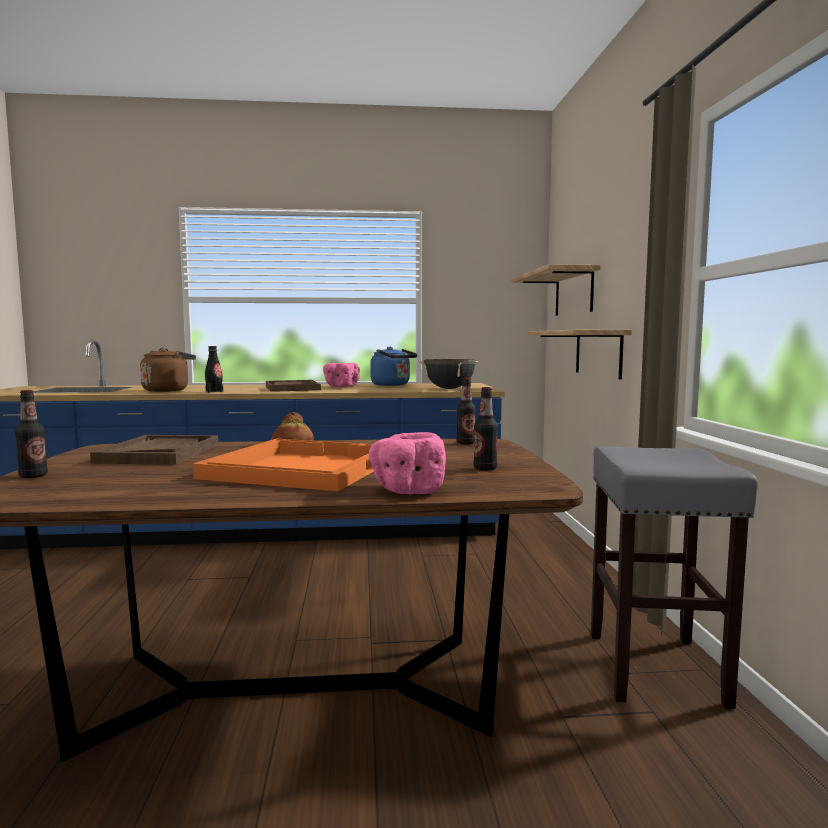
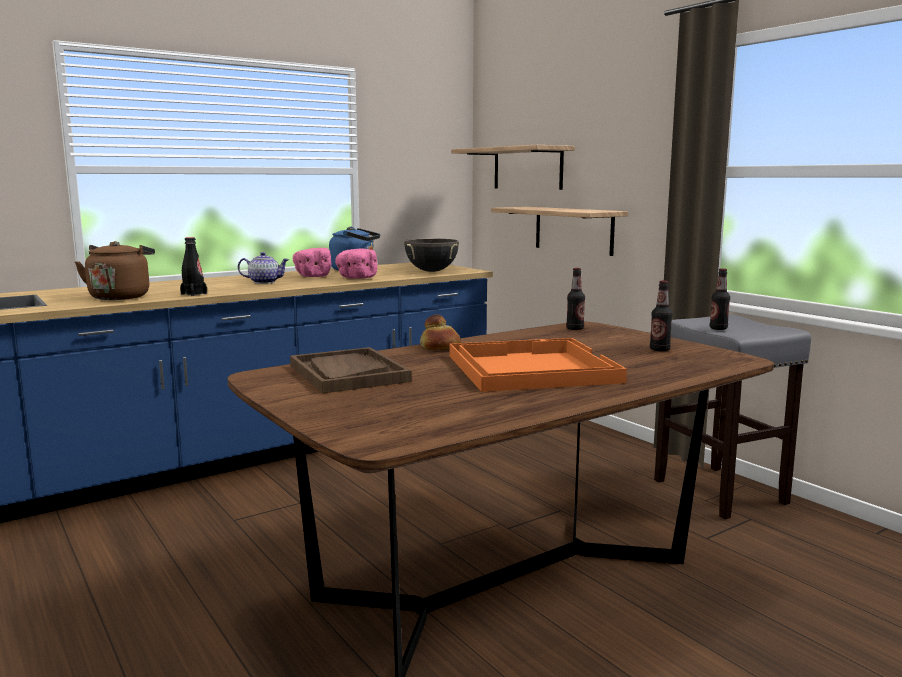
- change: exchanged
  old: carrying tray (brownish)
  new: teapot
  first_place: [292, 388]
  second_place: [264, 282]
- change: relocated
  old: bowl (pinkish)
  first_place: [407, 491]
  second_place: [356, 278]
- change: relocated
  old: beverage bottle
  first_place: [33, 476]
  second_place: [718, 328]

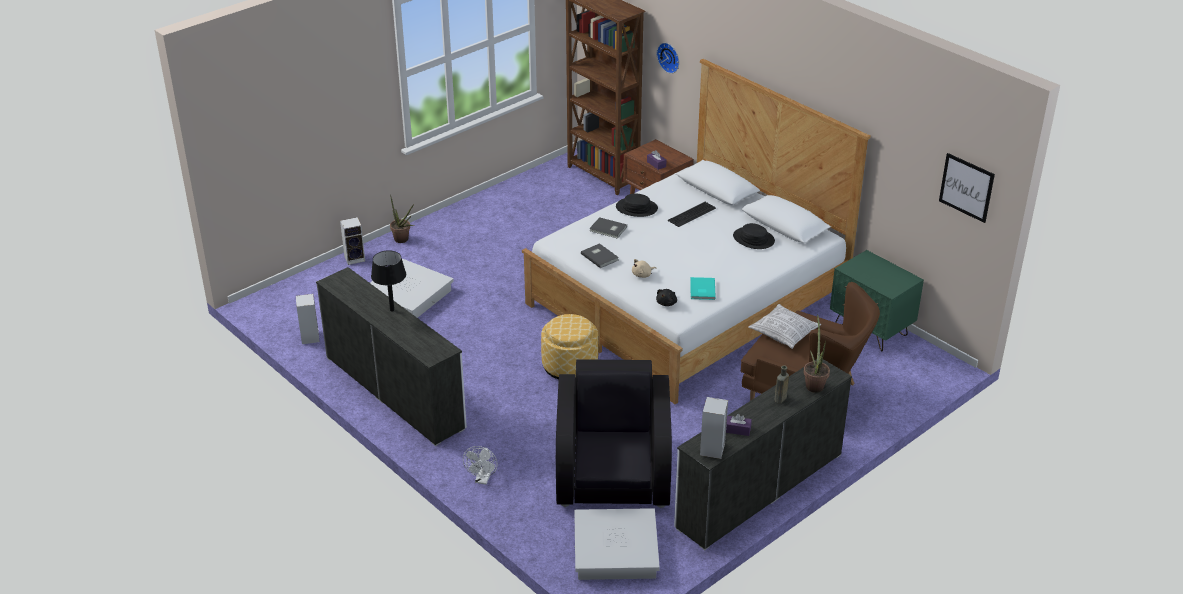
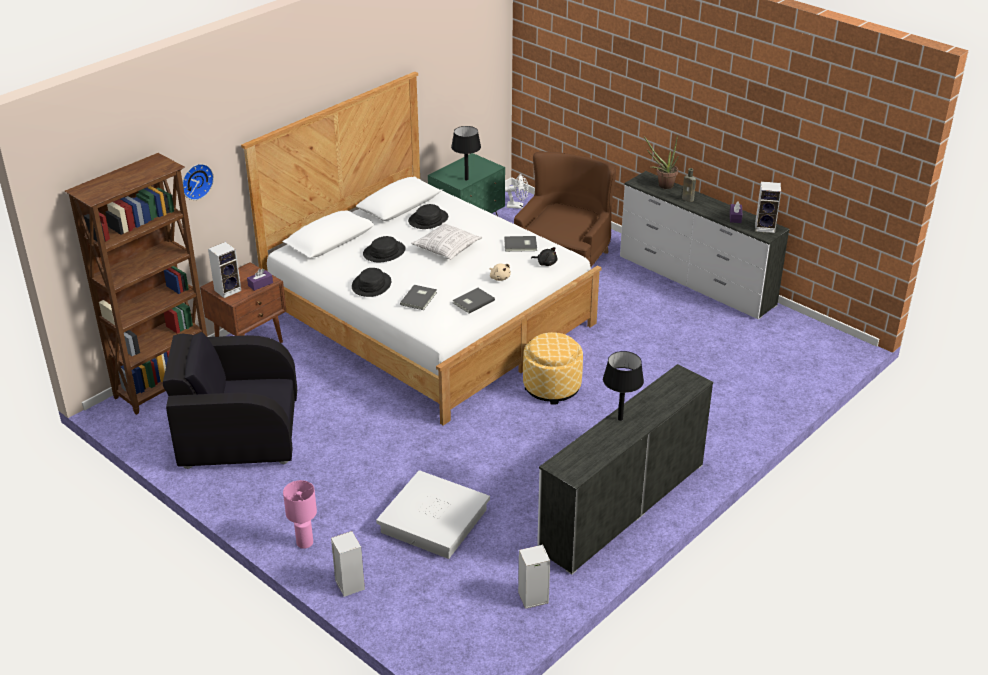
- change: relocated
  old: lounge chair (blackish)
  first_place: [613, 471]
  second_place: [239, 433]
- change: appeared
  new: speaker
  second_place: [228, 290]
- change: exchanged
  old: plant in a pot
  new: lamp for a table (pinkish)
  first_place: [403, 240]
  second_place: [305, 543]
- change: exchanged
  old: computer keyboard
  new: wearable hat (blackish)
  first_place: [692, 215]
  second_place: [384, 252]
- change: relocated
  old: cushion
  first_place: [784, 333]
  second_place: [447, 248]
- change: appeared
  new: lamp for a table (blackish)
  second_place: [466, 179]
- change: colour
  old: volume (turquoise-coloured)
  new: volume (gray)
  first_place: [701, 290]
  second_place: [521, 245]
- change: relocated
  old: cooling fan (white)
  first_place: [482, 479]
  second_place: [517, 206]
- change: missing
  old: storage box (white)
  first_place: [615, 550]
- change: missing
  old: wall art
  first_place: [966, 187]

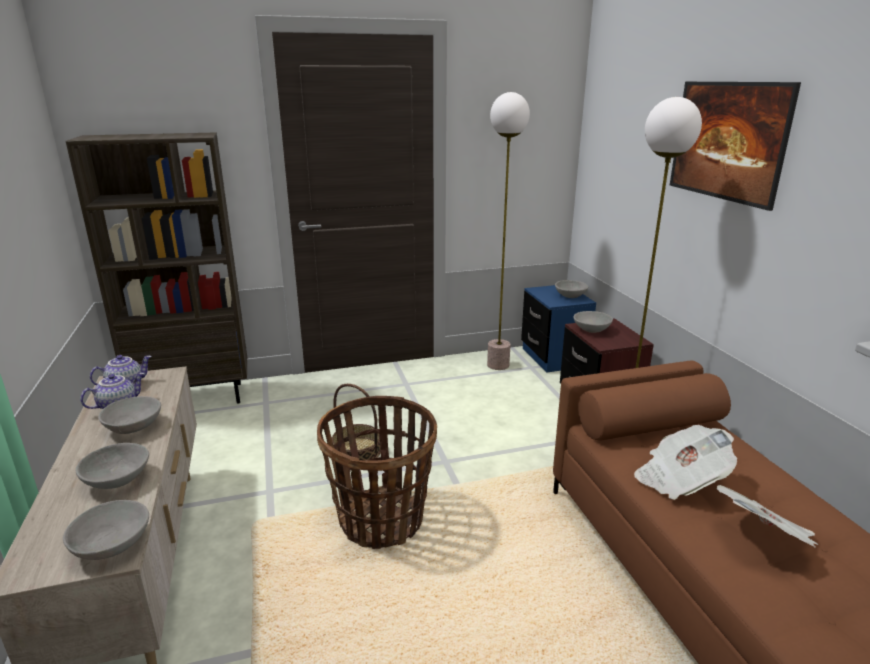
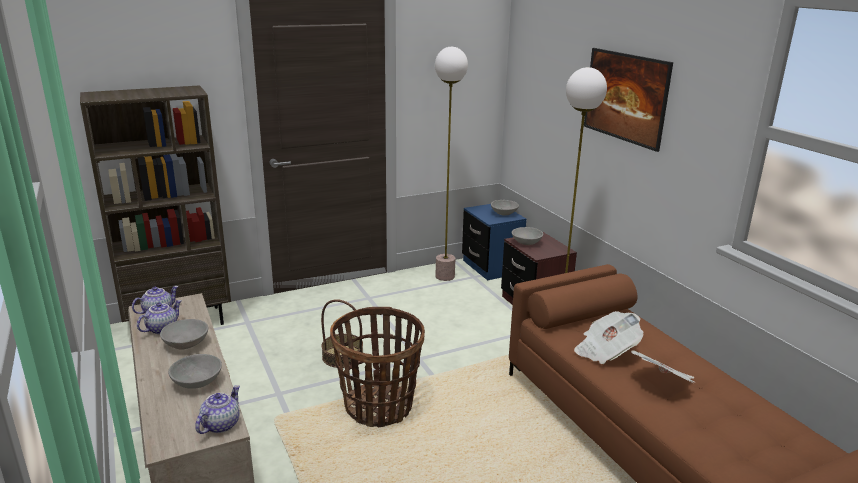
- change: exchanged
  old: bowl (gray)
  new: teapot
  first_place: [111, 546]
  second_place: [220, 424]

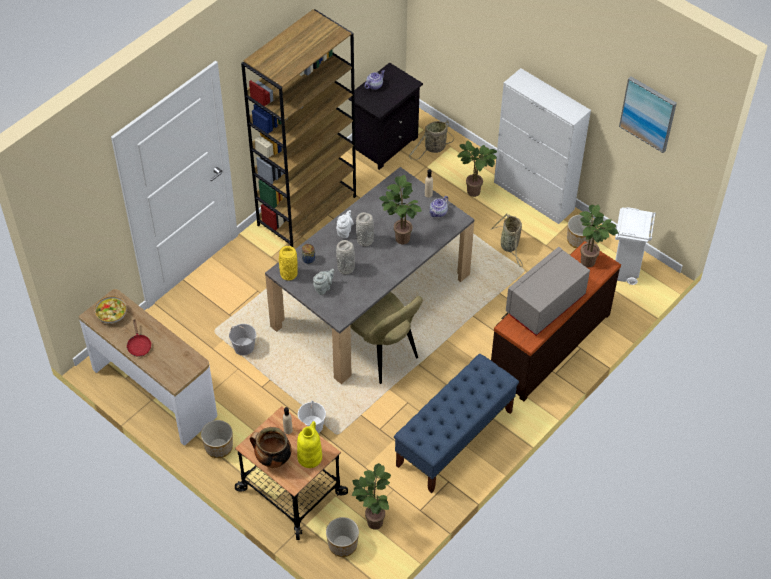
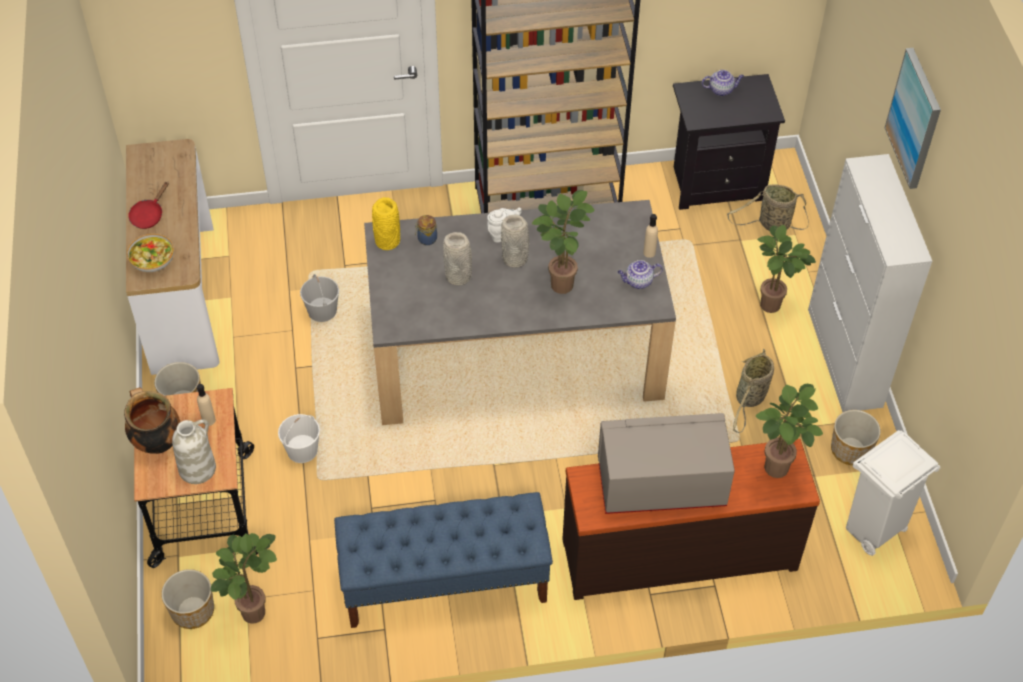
- change: relocated
  old: bowl
  first_place: [111, 314]
  second_place: [153, 260]
- change: colour
  old: decorative vase (yellowish)
  new: decorative vase (white)
  first_place: [309, 457]
  second_place: [198, 468]
- change: relocated
  old: wall art
  first_place: [648, 113]
  second_place: [915, 118]
- change: missing
  old: teapot (gray)
  first_place: [323, 288]
- change: missing
  old: chair (sand-coloured)
  first_place: [381, 353]

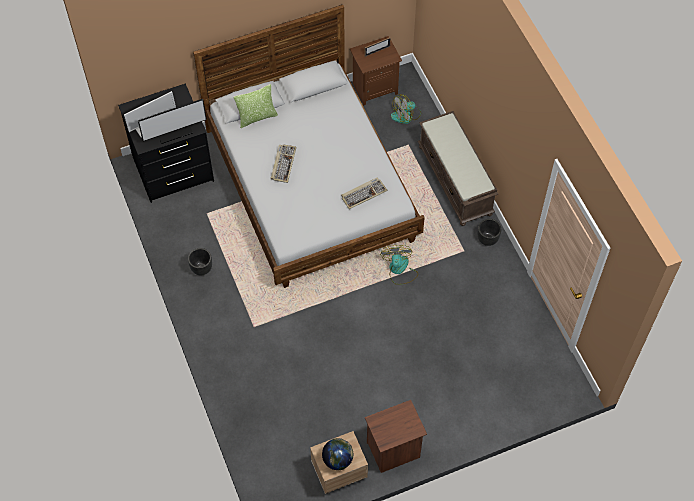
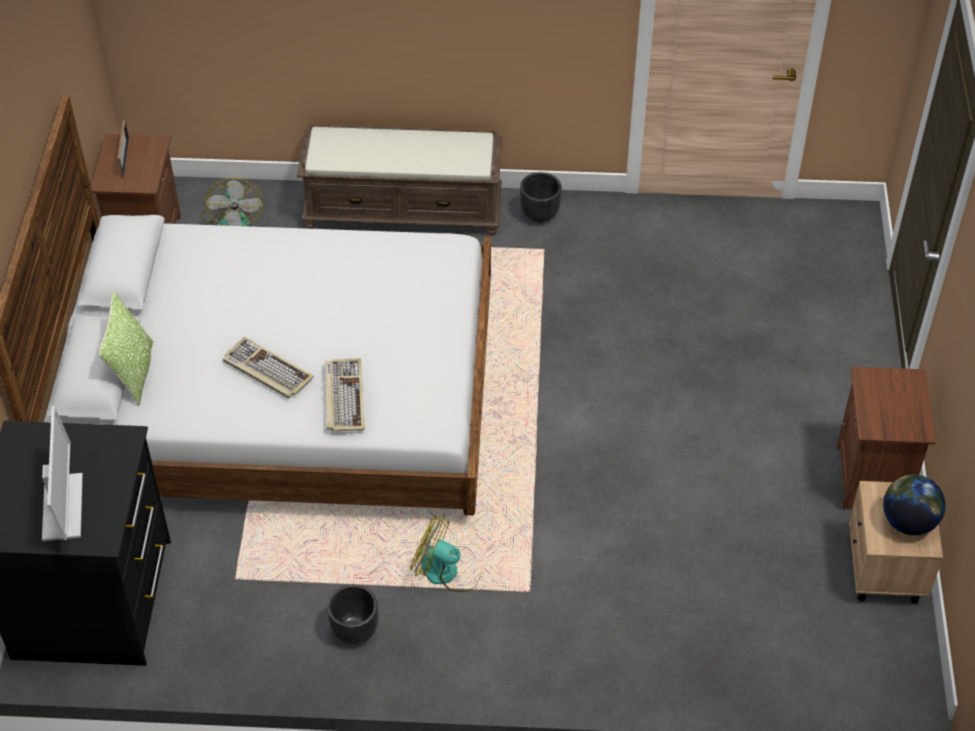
- change: relocated
  old: computer keyboard
  first_place: [363, 194]
  second_place: [343, 396]
- change: relocated
  old: cooling fan
  first_place: [399, 270]
  second_place: [448, 570]
- change: missing
  old: monitor
  first_place: [174, 132]

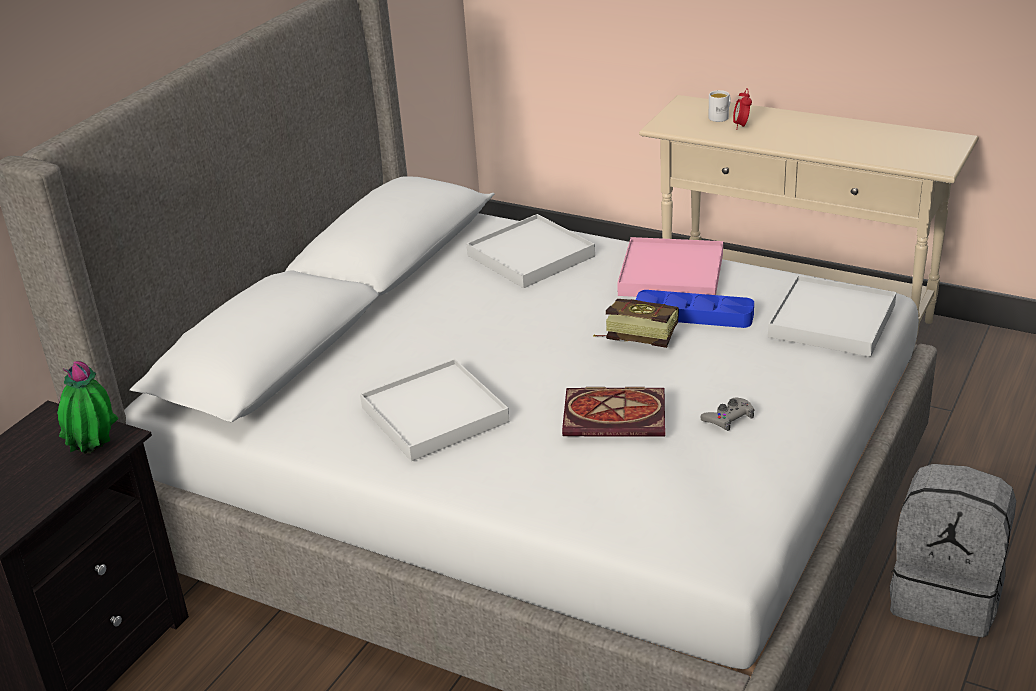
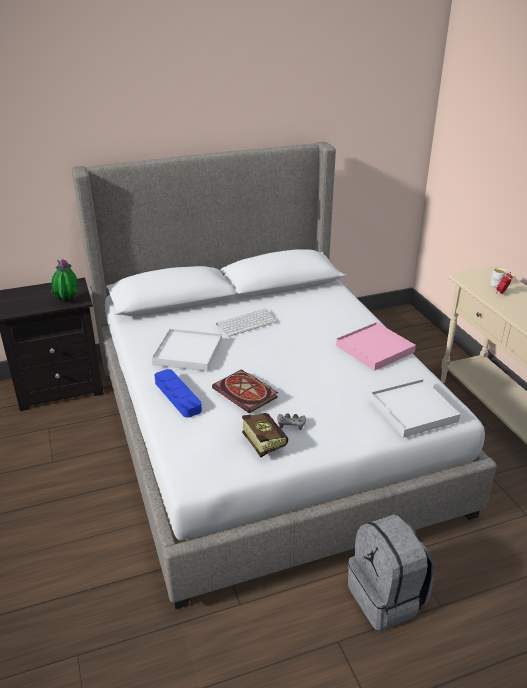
- change: relocated
  old: carrying tray (bluish)
  first_place: [694, 315]
  second_place: [177, 396]
- change: appeared
  new: computer keyboard
  second_place: [247, 322]
- change: relocated
  old: volume
  first_place: [634, 336]
  second_place: [261, 440]
- change: missing
  old: carrying tray (white)
  first_place: [531, 256]

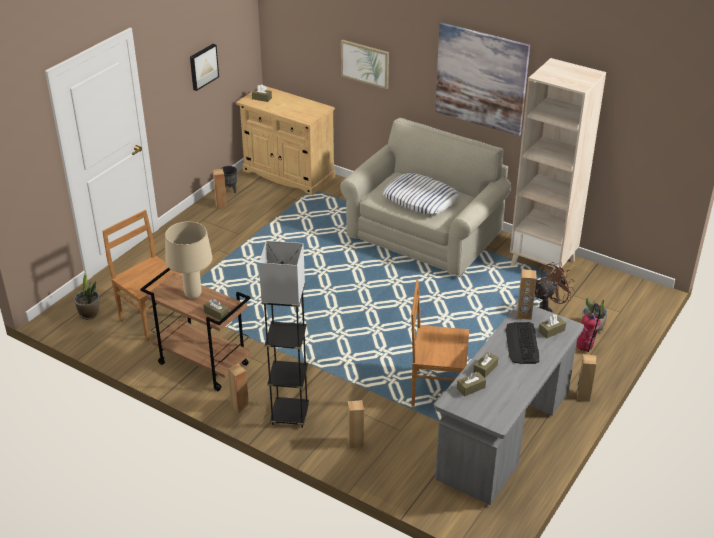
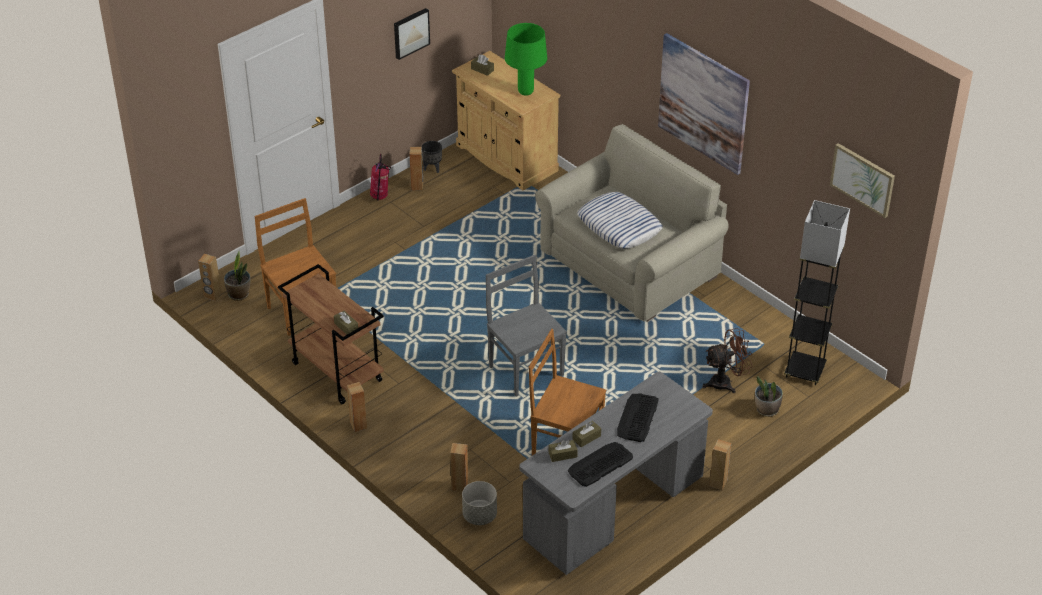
- change: relocated
  old: speaker (brownish)
  first_place: [524, 315]
  second_place: [212, 295]
- change: relocated
  old: fire extinguisher
  first_place: [585, 348]
  second_place: [380, 197]
- change: appeared
  new: flower pot (gray)
  second_place: [479, 515]
- change: appeared
  new: chair (gray)
  second_place: [525, 370]
- change: appeared
  new: lamp for a table (greenish)
  second_place: [525, 92]
- change: appeared
  new: computer keyboard
  second_place: [600, 464]
- change: relocated
  old: floor lamp (gray)
  first_place: [290, 415]
  second_place: [804, 371]
- change: relocated
  old: wall art
  first_place: [365, 63]
  second_place: [862, 179]
- change: missing
  old: lamp for a table (sand-coloured)
  first_place: [192, 295]
- change: missing
  old: bookcase (sand-coloured)
  first_place: [543, 262]
- change: missing
  old: tissue box (brownish)
  first_place: [551, 331]

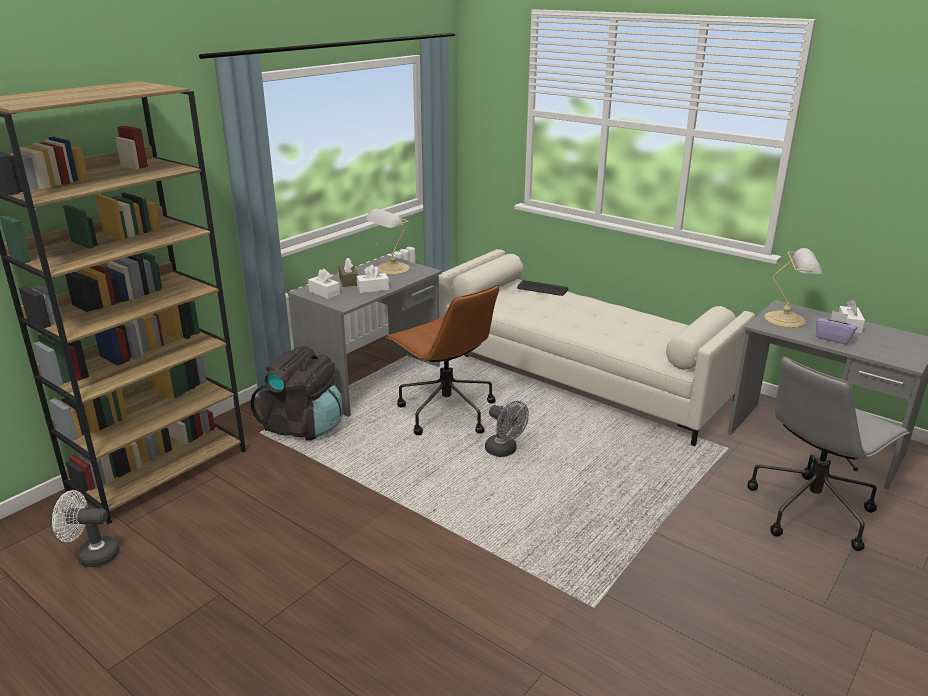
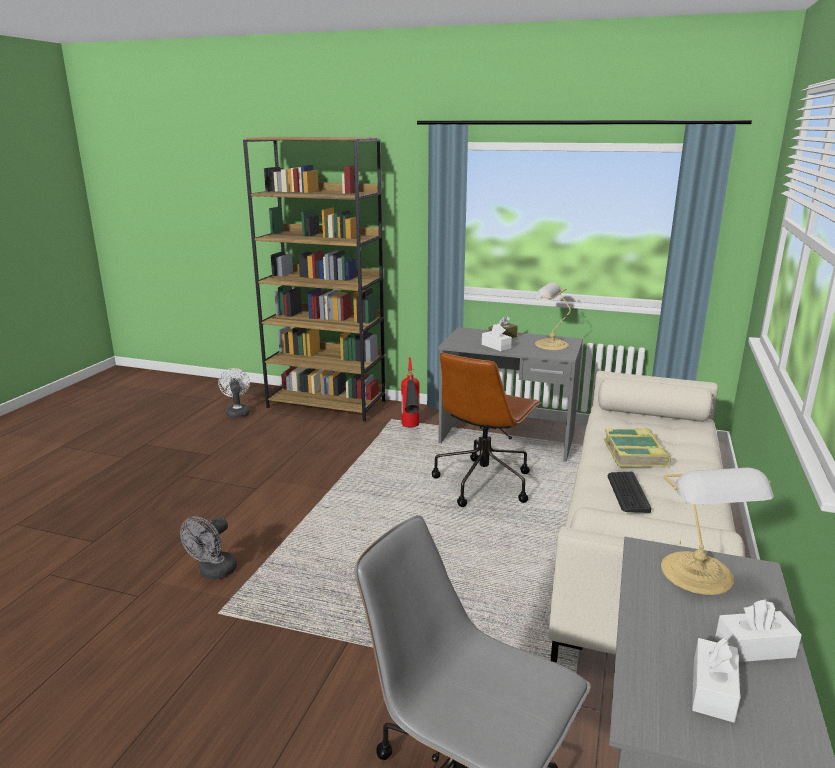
- change: relocated
  old: cooling fan (gray)
  first_place: [505, 451]
  second_place: [213, 573]
- change: exchanged
  old: rucksack (blackish)
  new: fire extinguisher
  first_place: [303, 426]
  second_place: [411, 431]
- change: appeared
  new: volume
  second_place: [635, 453]
- change: relocated
  old: computer keyboard
  first_place: [542, 289]
  second_place: [627, 492]
- change: relocated
  old: tissue box (white)
  first_place: [324, 293]
  second_place: [713, 690]
- change: missing
  old: tissue box (purplish)
  first_place: [833, 338]

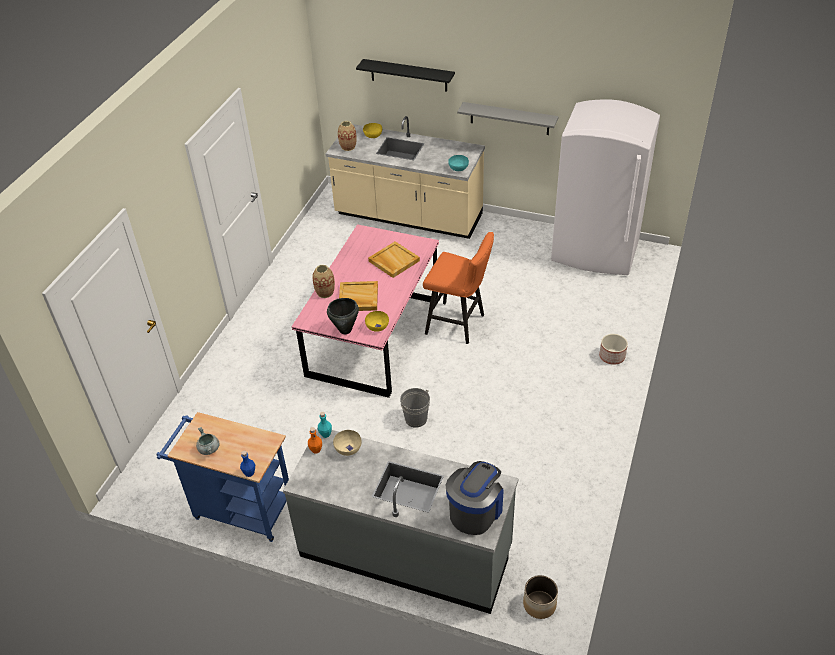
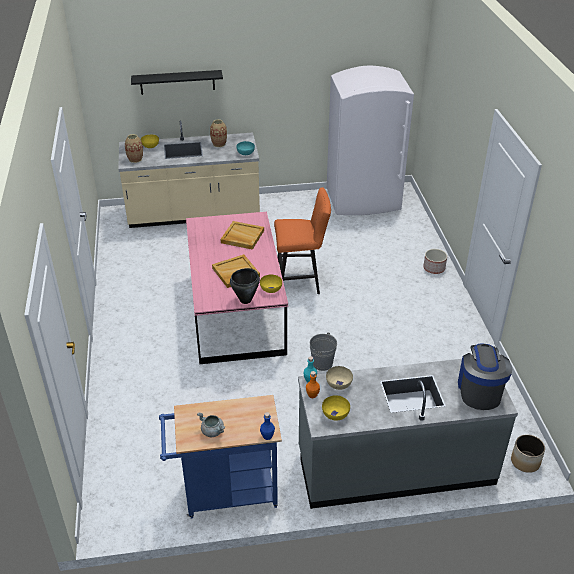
- change: relocated
  old: decorative vase
  first_place: [325, 292]
  second_place: [219, 144]
- change: appeared
  new: bowl (yellowish)
  second_place: [335, 414]
- change: missing
  old: bracket shelf (gray)
  first_place: [509, 118]

